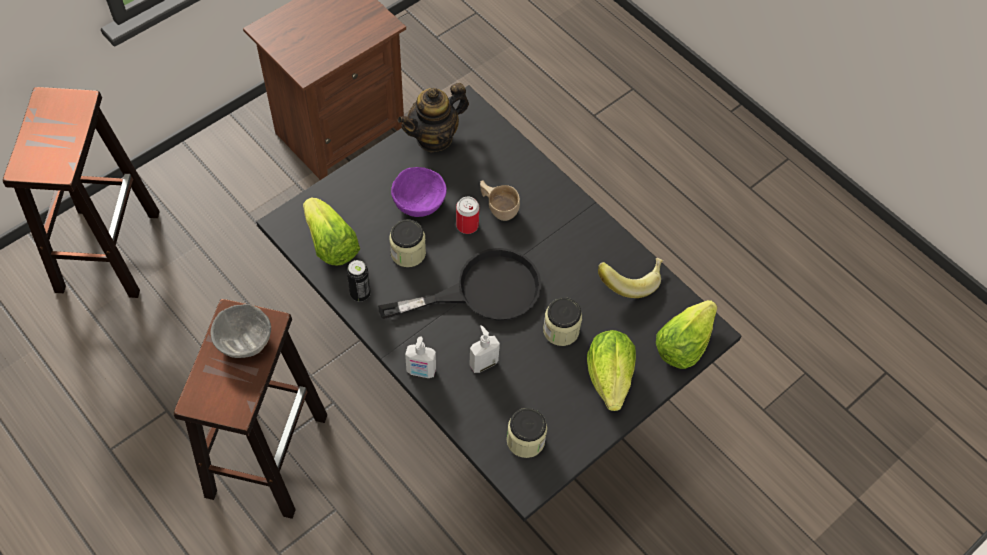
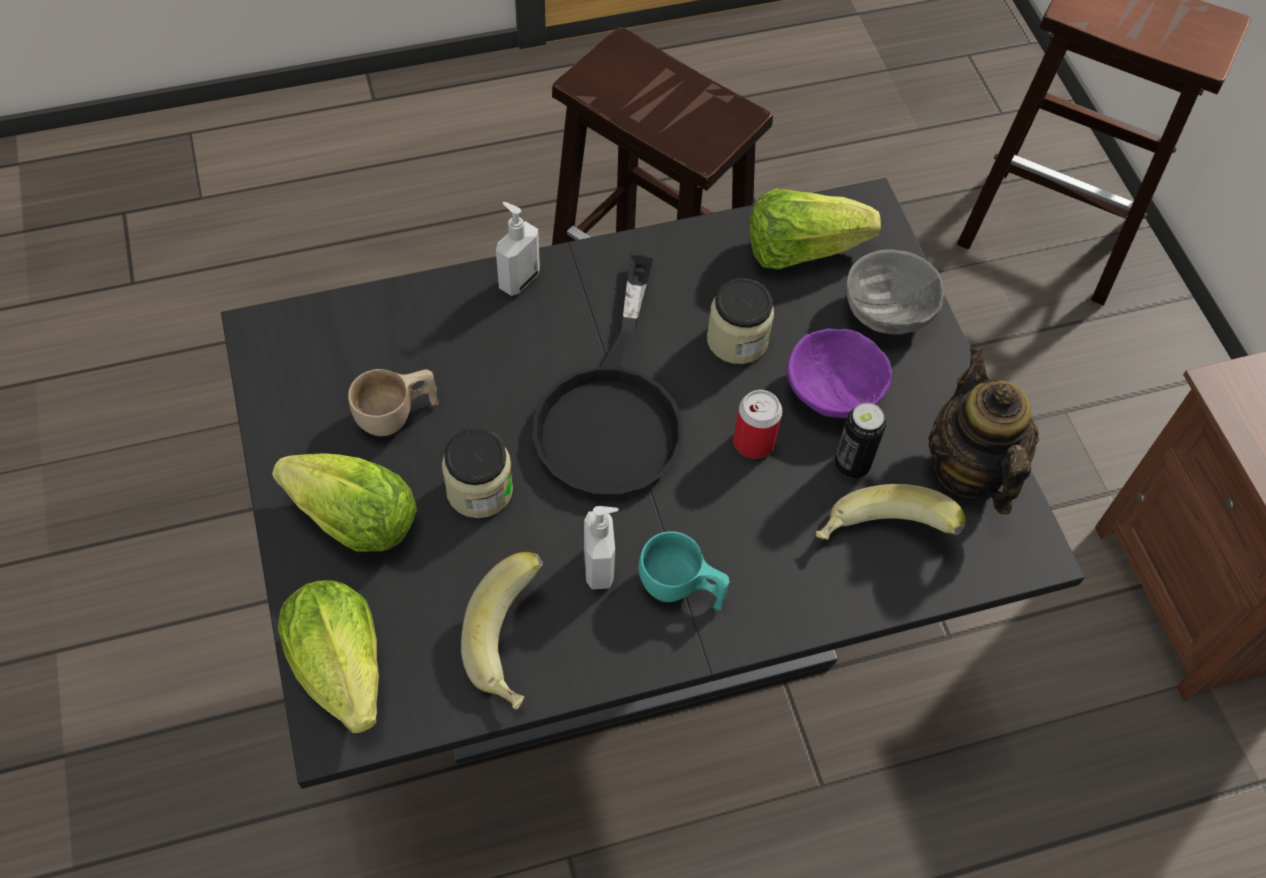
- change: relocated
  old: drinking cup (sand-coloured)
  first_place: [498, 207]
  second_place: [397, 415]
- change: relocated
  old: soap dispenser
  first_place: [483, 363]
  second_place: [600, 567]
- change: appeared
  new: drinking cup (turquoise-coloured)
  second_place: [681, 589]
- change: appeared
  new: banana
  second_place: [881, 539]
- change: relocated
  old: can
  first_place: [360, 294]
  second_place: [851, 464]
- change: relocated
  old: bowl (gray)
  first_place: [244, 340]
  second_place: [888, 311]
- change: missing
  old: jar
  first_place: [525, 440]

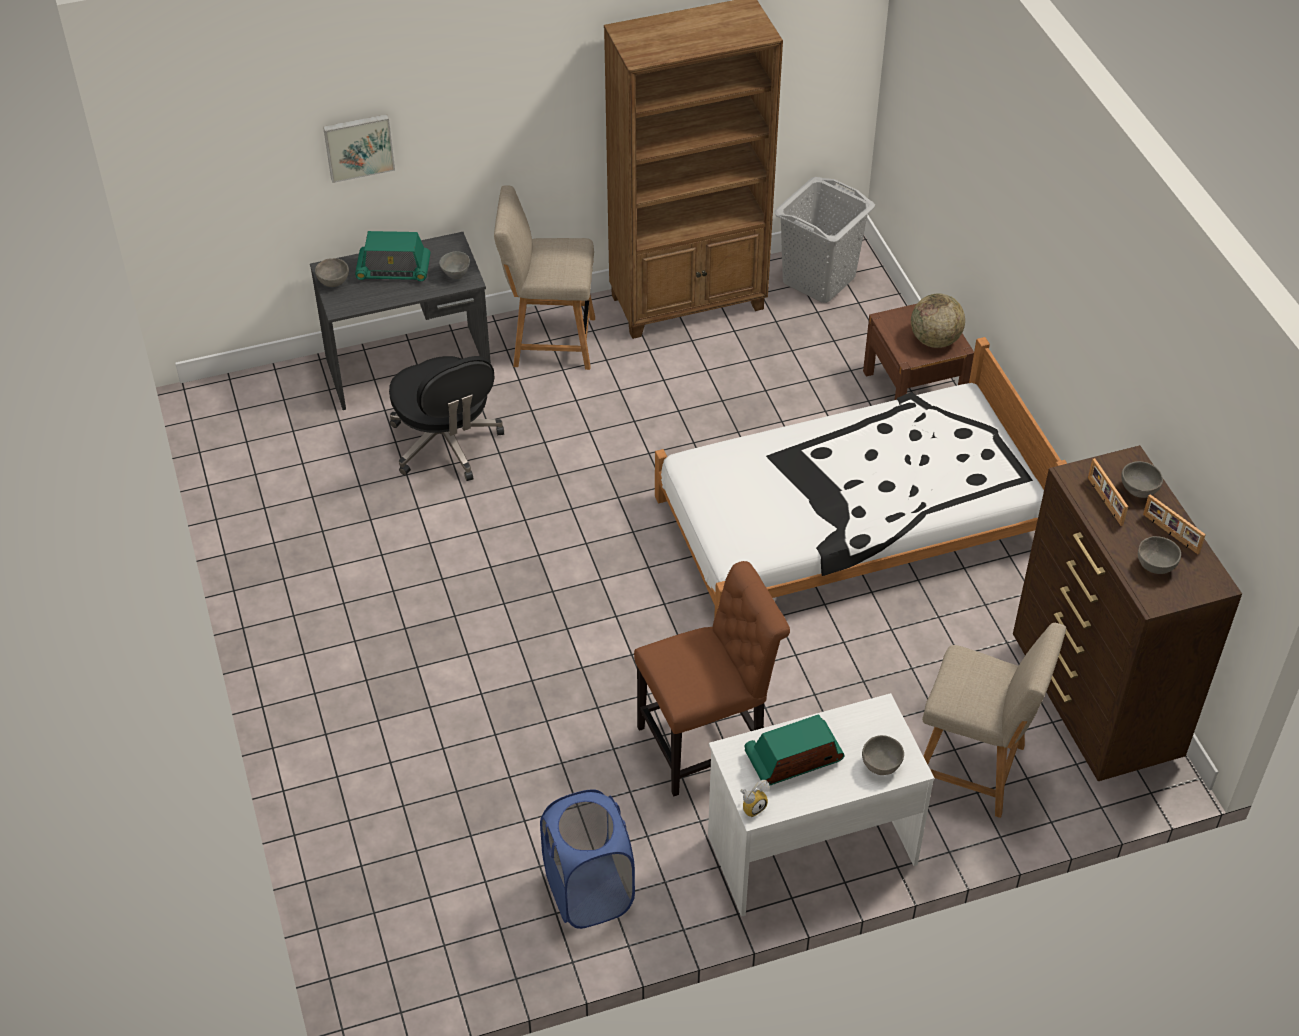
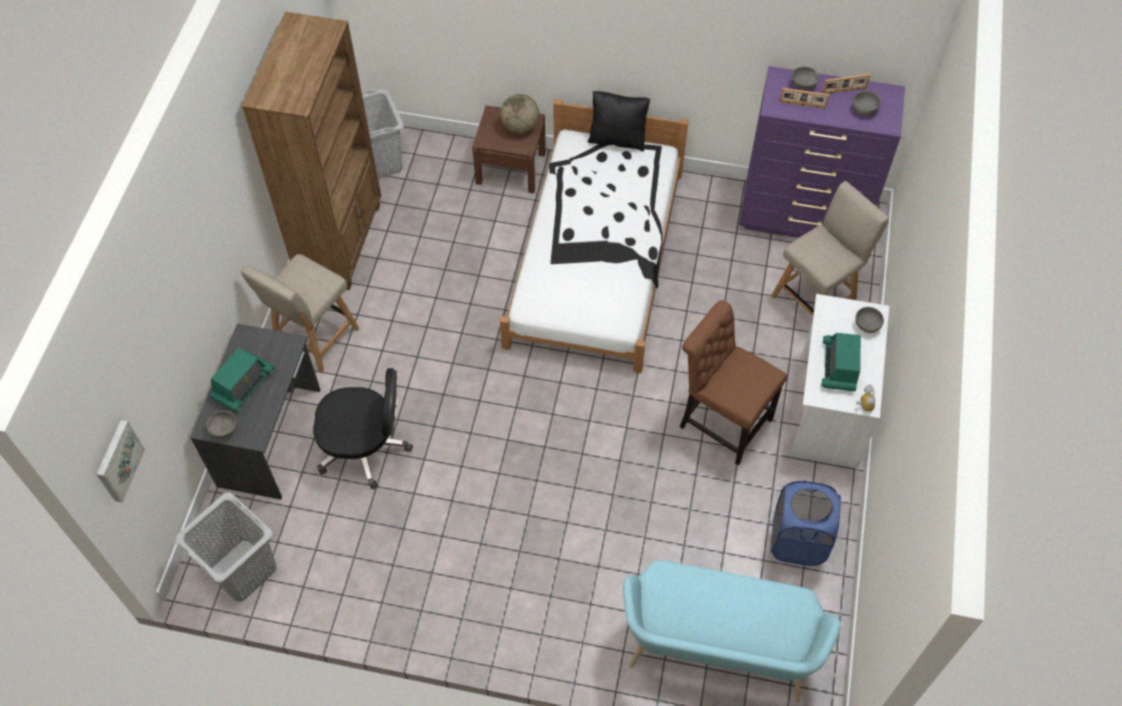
- change: relocated
  old: wall art
  first_place: [358, 146]
  second_place: [118, 460]
- change: appeared
  new: washing basket (gray)
  second_place: [242, 570]
- change: appeared
  new: cushion (blackish)
  second_place: [617, 139]
- change: appeared
  new: bench (turquoise-coloured)
  second_place: [717, 654]
- change: spun
  old: chair (brownish)
  first_place: [708, 743]
  second_place: [721, 421]
  degrees: -60
- change: colour
  old: drawer chest (brownish)
  new: drawer chest (purplish)
  first_place: [1093, 704]
  second_place: [803, 218]
- change: missing
  old: bowl (gray)
  first_place: [455, 274]

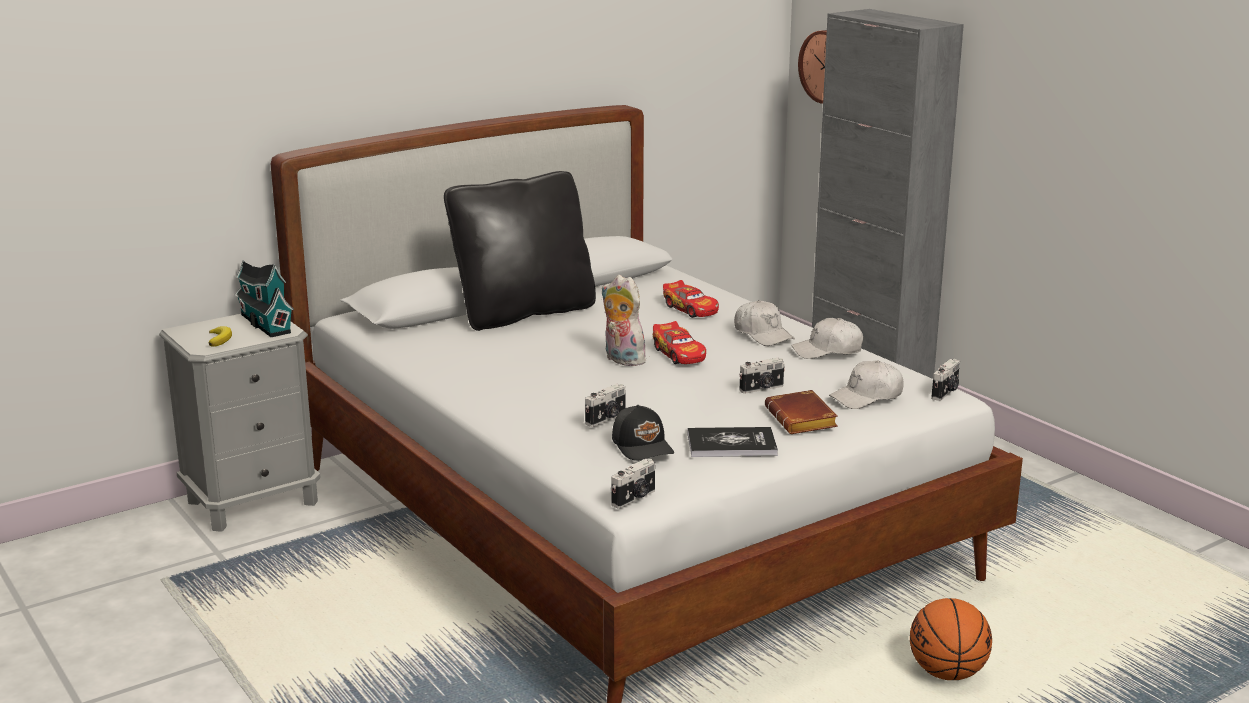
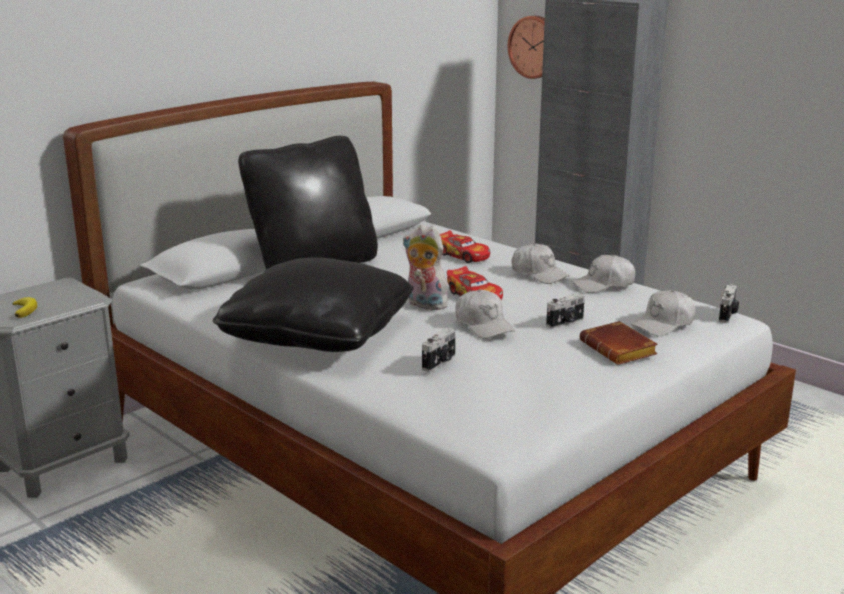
- change: appeared
  new: cushion (blackish)
  second_place: [317, 334]
- change: appeared
  new: peaked cap (white)
  second_place: [483, 325]
- change: missing
  old: toy house
  first_place: [264, 323]
- change: missing
  old: still camera
  first_place: [635, 498]
- change: missing
  old: peaked cap (blackish)
  first_place: [643, 446]
- change: missing
  old: volume
  first_place: [731, 444]
- change: missing
  old: basketball
  first_place: [947, 673]

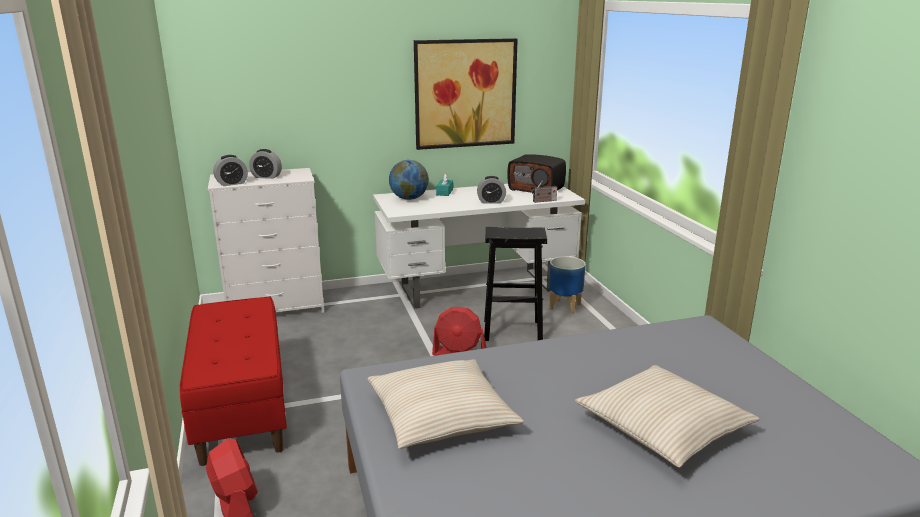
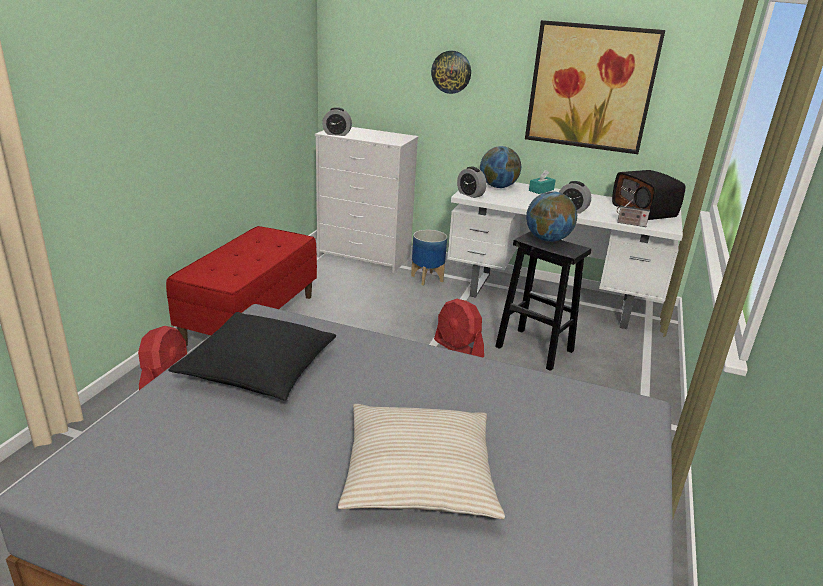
- change: colour
  old: cushion (sand-coloured)
  new: cushion (blackish)
  first_place: [441, 415]
  second_place: [259, 367]
- change: relocated
  old: flower pot
  first_place: [564, 307]
  second_place: [426, 279]
- change: appeared
  new: hanging clock
  second_place: [451, 72]
- change: relocated
  old: bedside clock
  first_place: [266, 176]
  second_place: [470, 194]
- change: appeared
  new: world globe
  second_place: [547, 239]

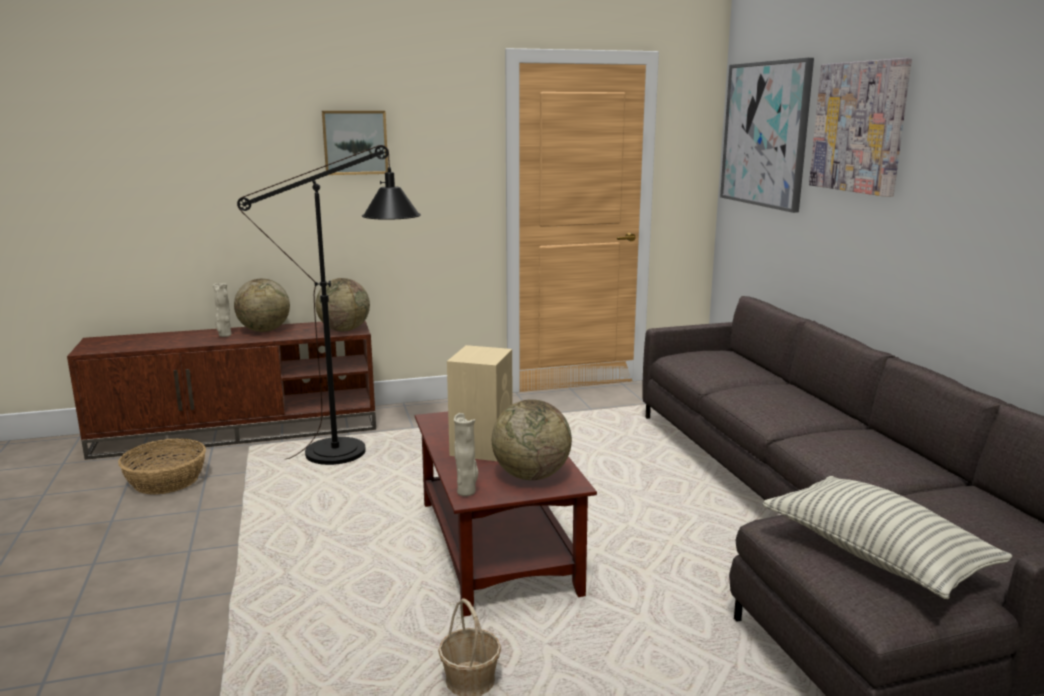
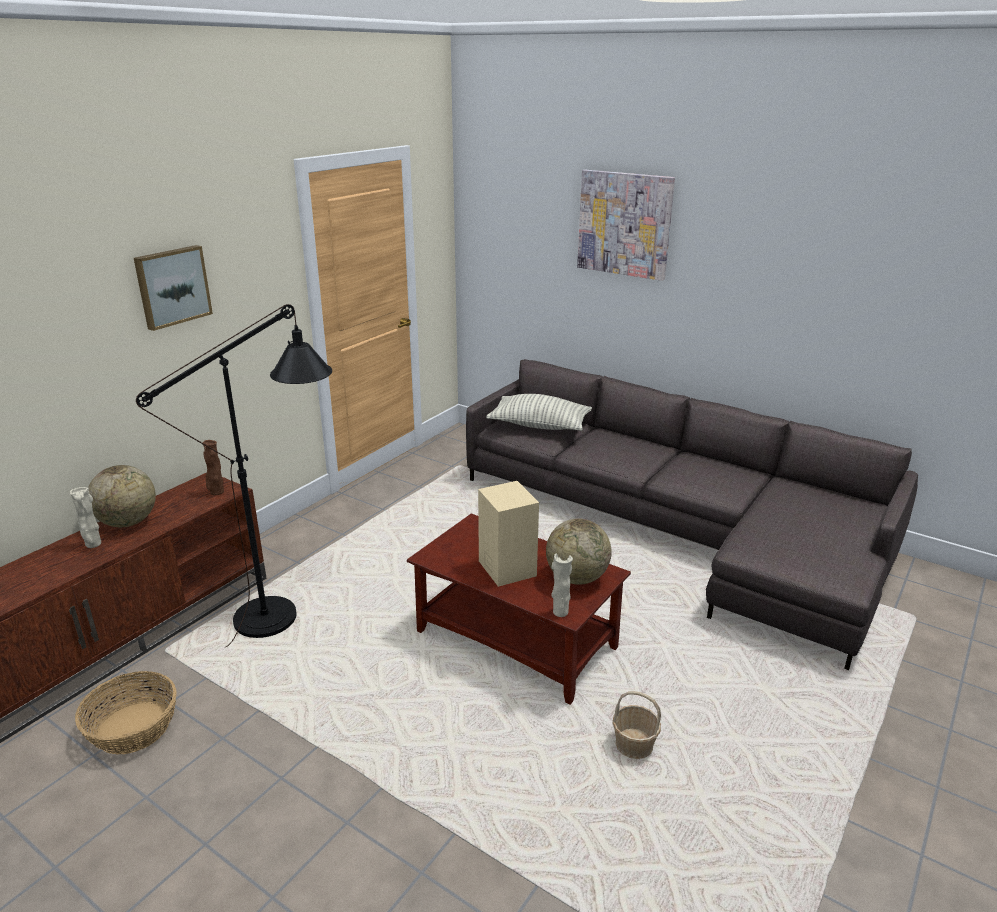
- change: exchanged
  old: world globe
  new: decorative vase (brownish)
  first_place: [344, 330]
  second_place: [216, 492]
- change: relocated
  old: cushion
  first_place: [875, 556]
  second_place: [539, 425]
- change: missing
  old: wall art
  first_place: [765, 134]

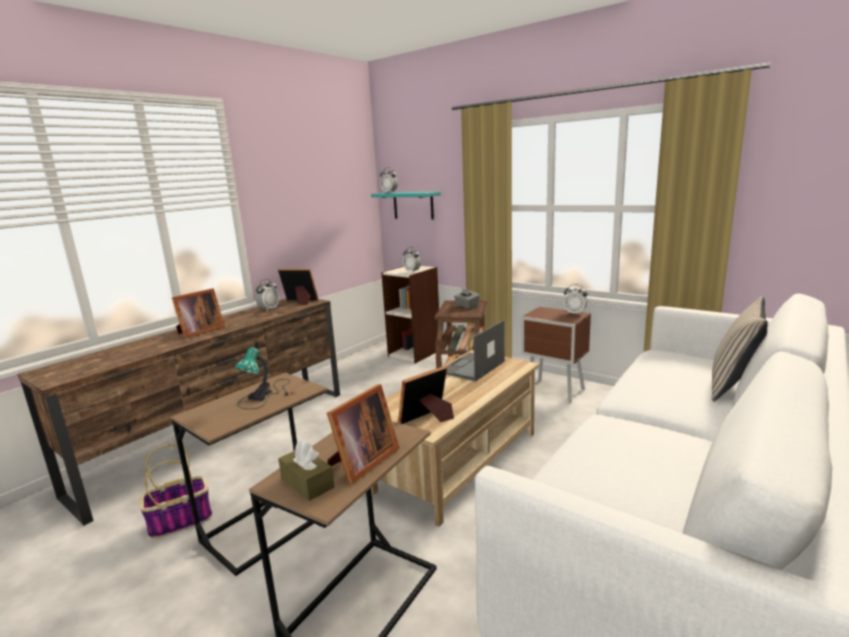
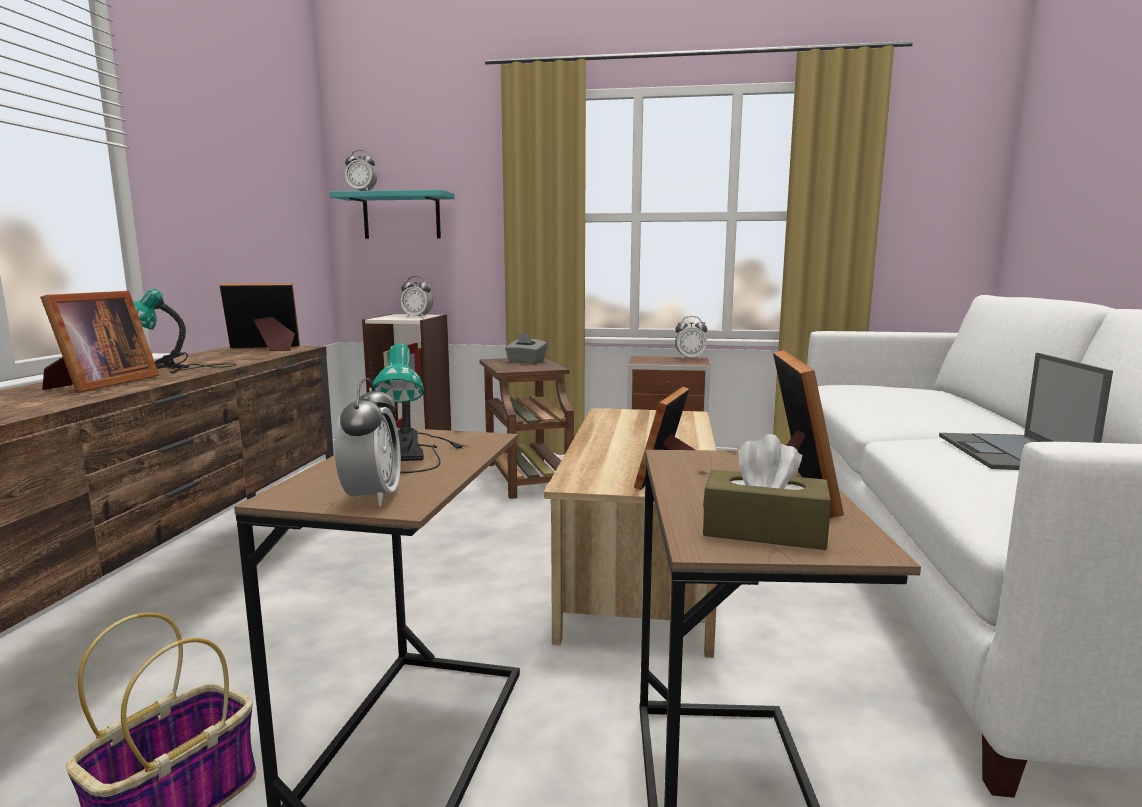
- change: appeared
  new: lamp for a table
  second_place: [172, 369]
- change: relocated
  old: bedside clock
  first_place: [269, 309]
  second_place: [372, 497]
- change: relocated
  old: notebook computer
  first_place: [472, 367]
  second_place: [1012, 453]
- change: missing
  old: cushion (sand-coloured)
  first_place: [733, 385]

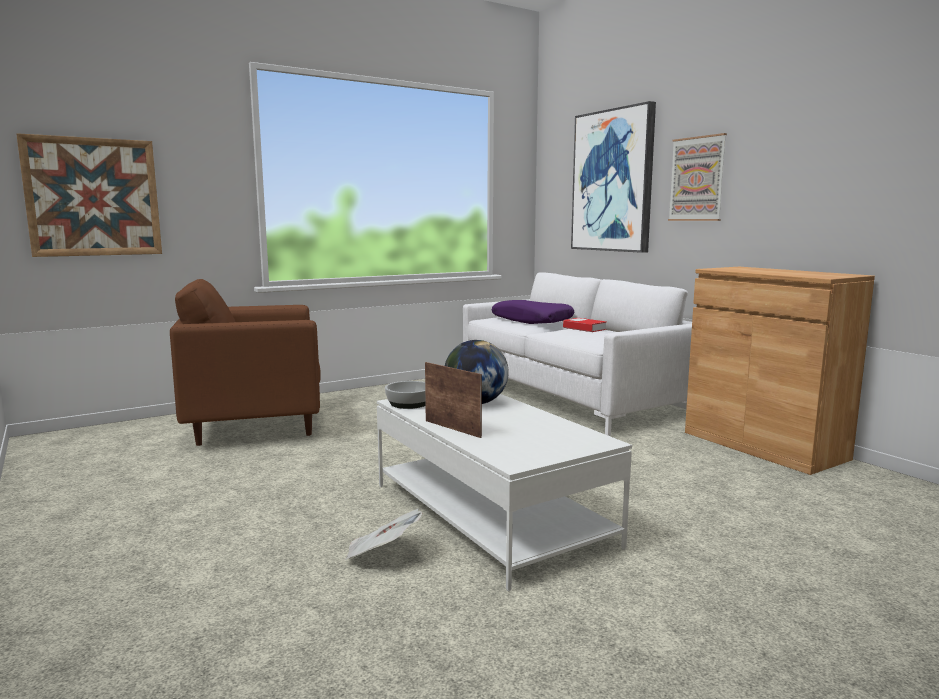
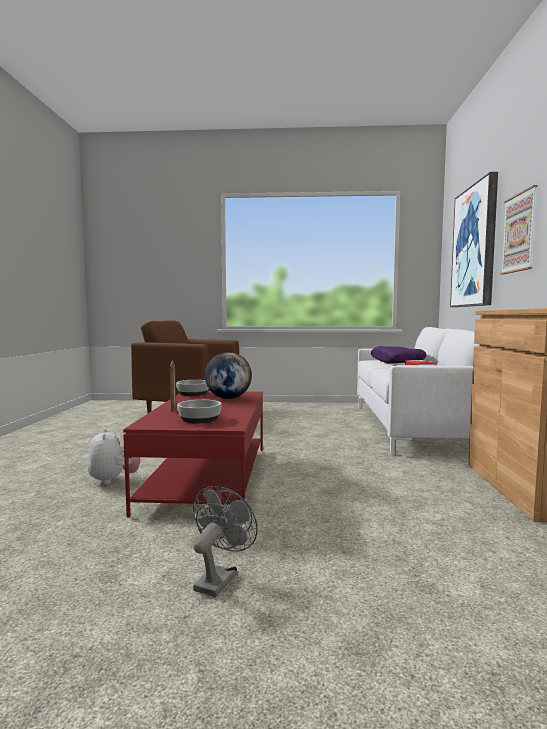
- change: exchanged
  old: daily paper
  new: soft toy
  first_place: [382, 554]
  second_place: [114, 480]
- change: colour
  old: lounge table (white)
  new: lounge table (reddish)
  first_place: [488, 514]
  second_place: [207, 477]
- change: appeared
  new: bowl
  second_place: [200, 419]
- change: appeared
  new: cooling fan (gray)
  second_place: [219, 578]
- change: missing
  old: wall art
  first_place: [93, 197]

